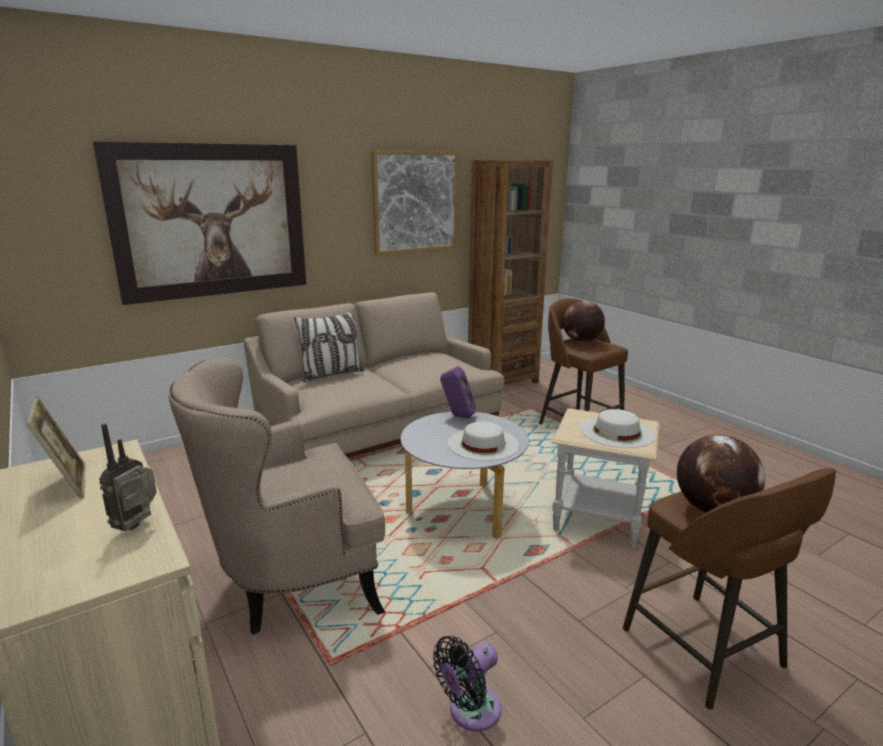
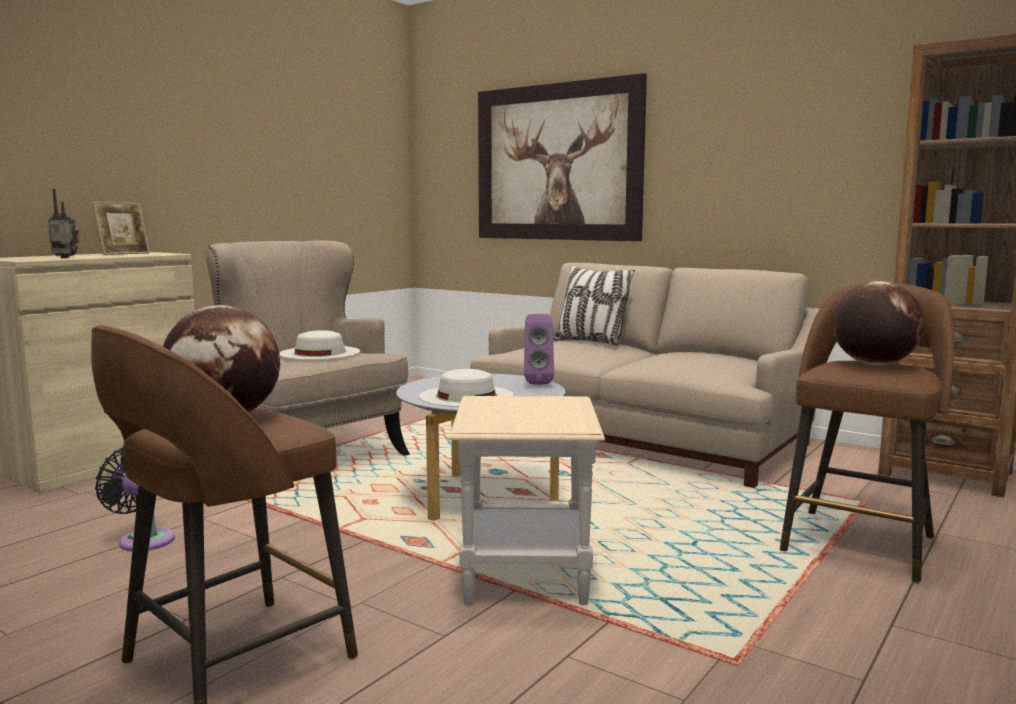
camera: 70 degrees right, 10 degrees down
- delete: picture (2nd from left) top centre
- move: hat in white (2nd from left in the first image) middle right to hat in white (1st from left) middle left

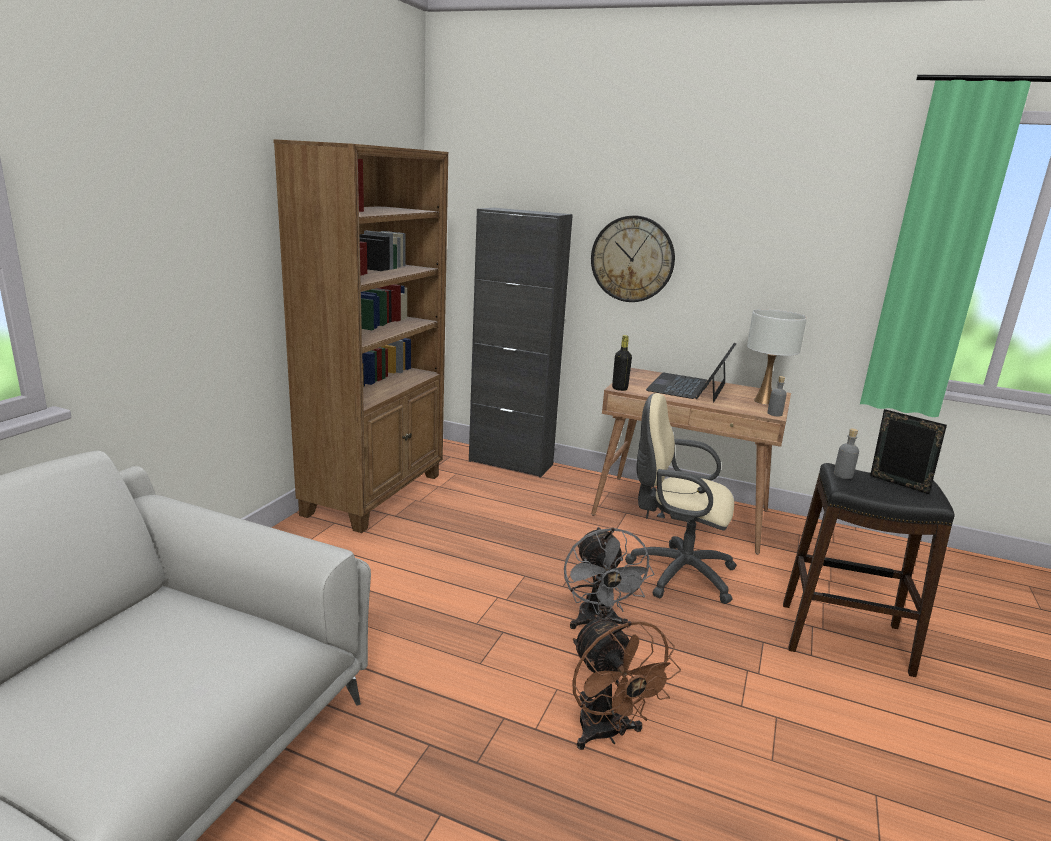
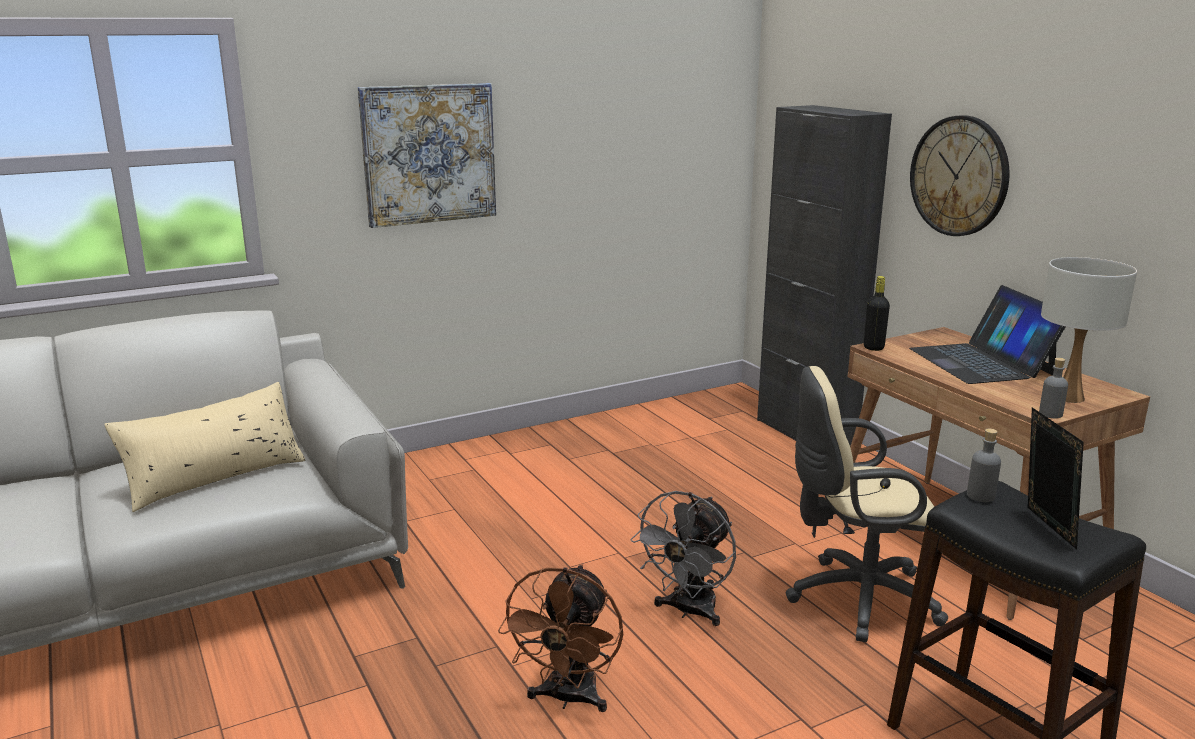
camera: 40 degrees right, 0 degrees up
- delete: bookcase in brown centre
- rotate: office chair in beige centre = bottom right 60 degrees counterclockwise
- rotate: laptop centre = middle right 75 degrees counterclockwise
- insert: pillow in beige middle left
- insert: picture top centre

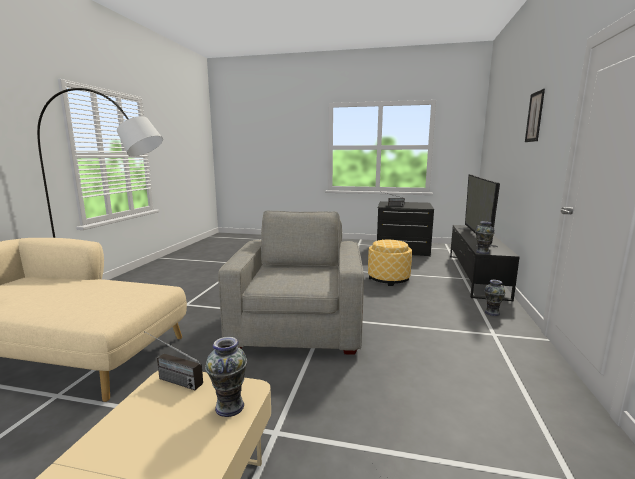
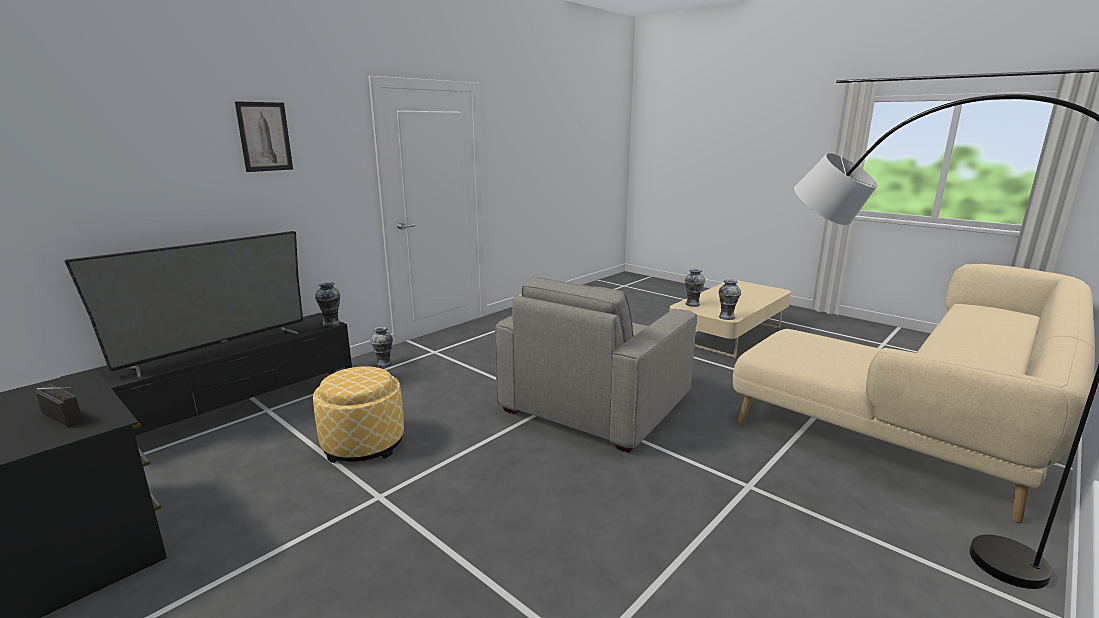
camera: 150 degrees left, 5 degrees up
- replace: radio (1st from left) bottom left to vase (4th from left) centre

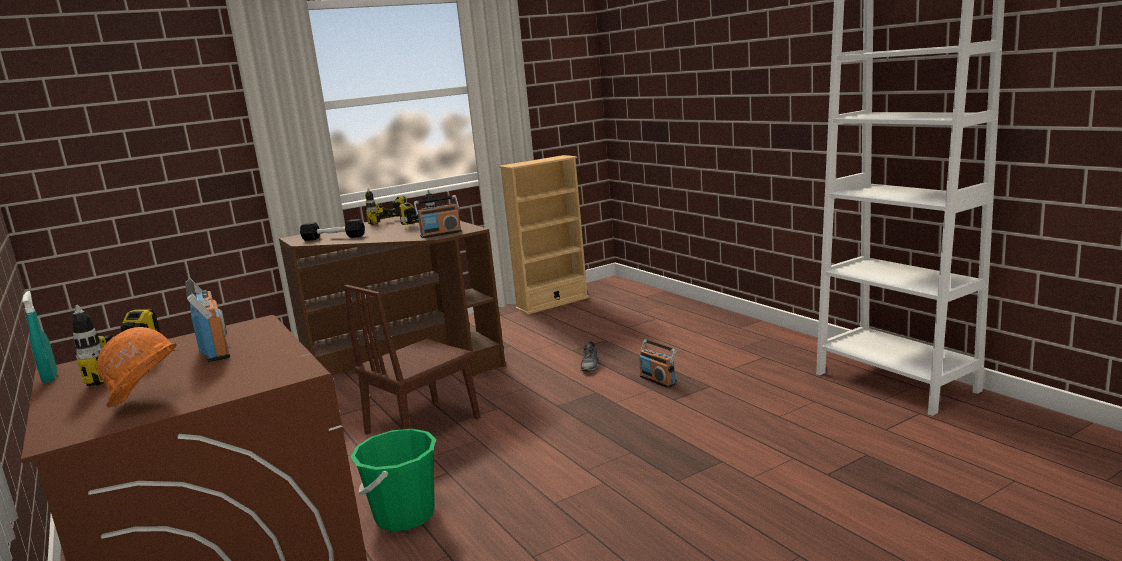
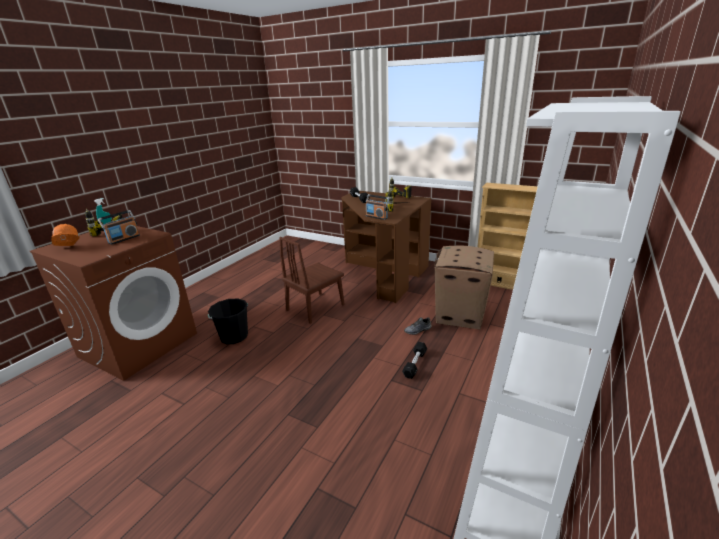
camera: 60 degrees right, 10 degrees up
- rotate: chair in brown centre = centre 60 degrees counterclockwise
- recolor: bucket in green bottom centre to bucket in black middle left
- replace: radio (3rd from left) centre to dumbbell in black (2nd from left) bottom centre
- insert: cardboard box centre

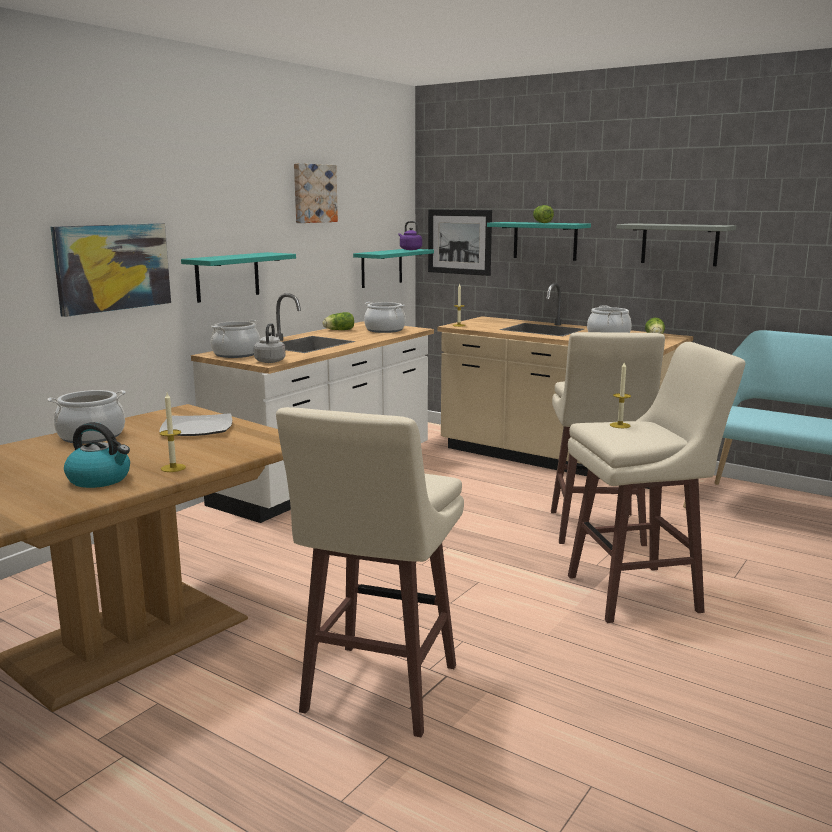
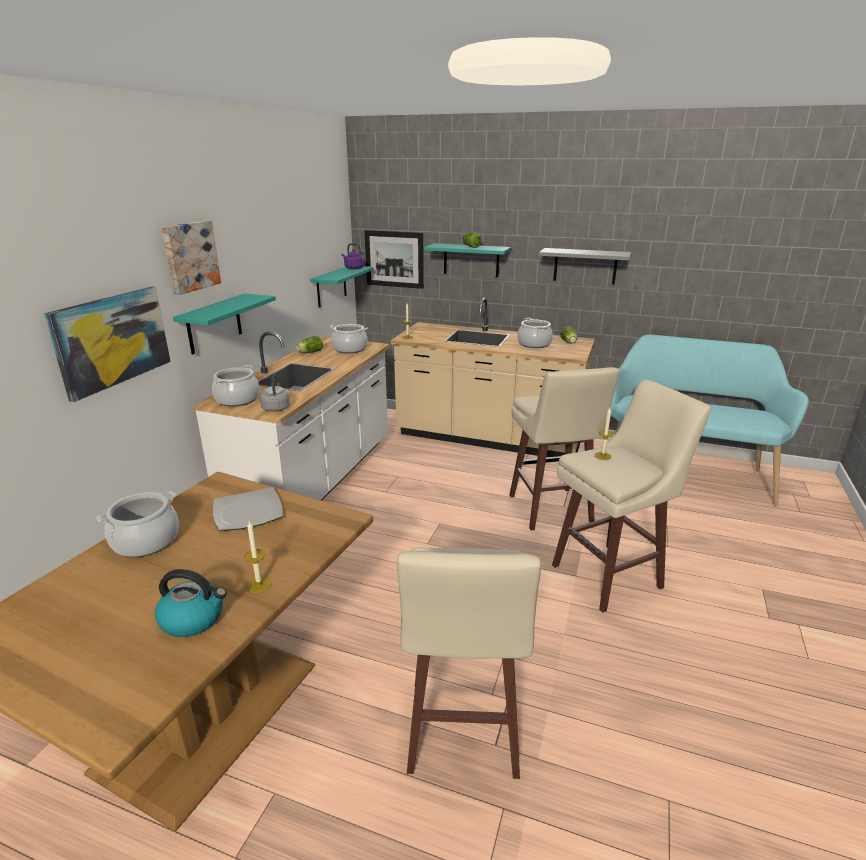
camera: 15 degrees left, 10 degrees up
- move: picture (2nd from left) top centre to top left

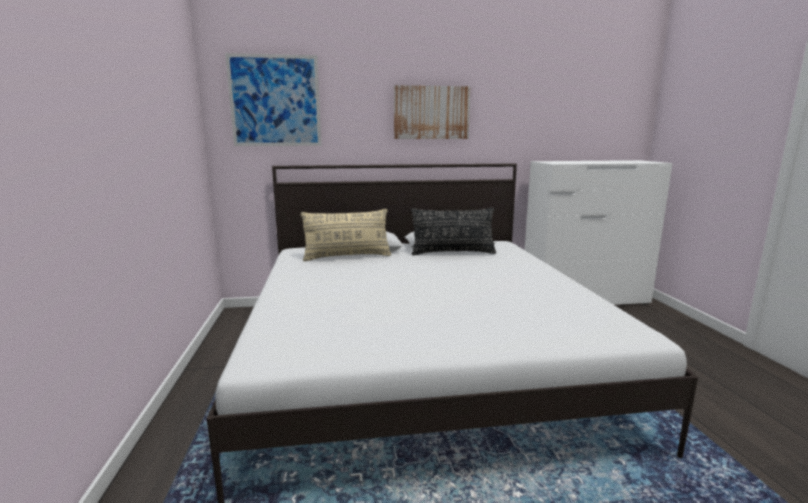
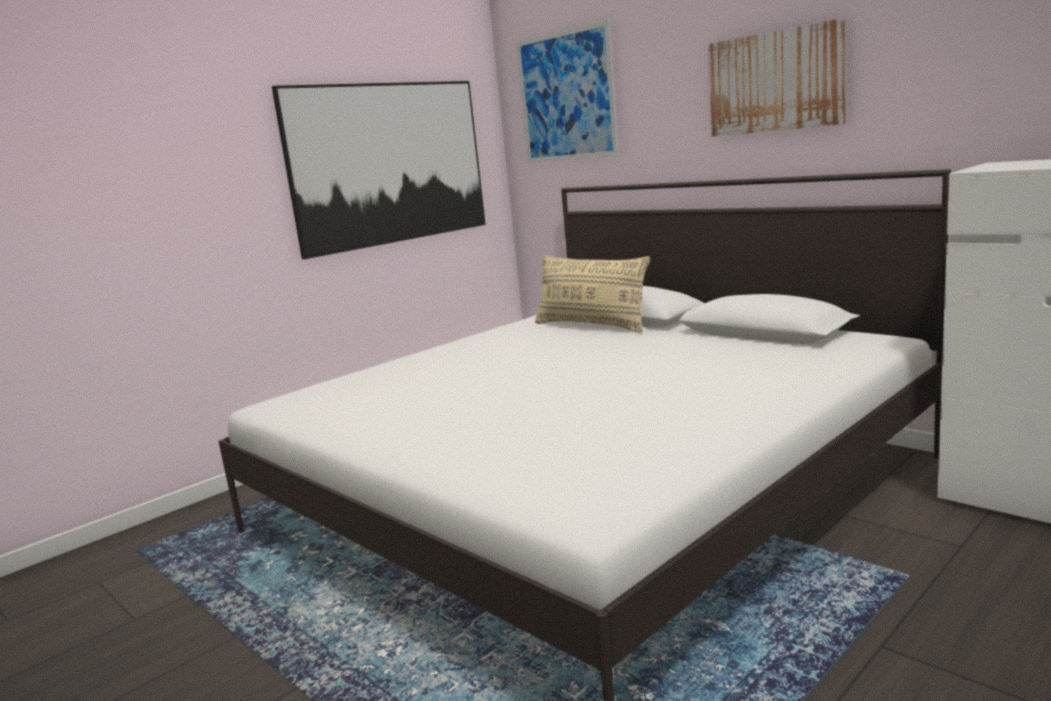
camera: 55 degrees right, 0 degrees up
- delete: pillow in black centre
- insert: picture (1st from left) top centre

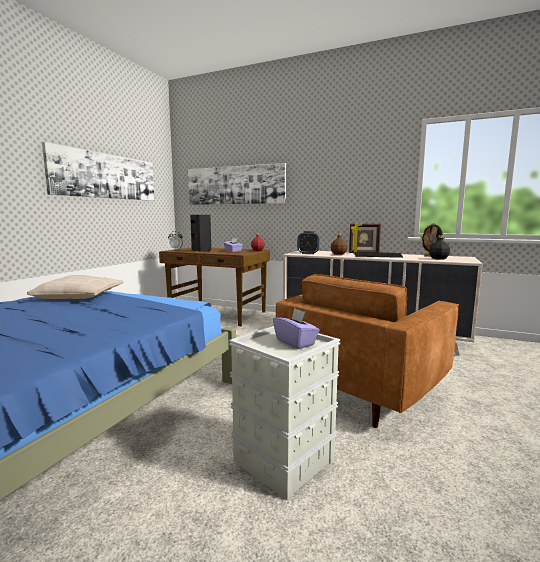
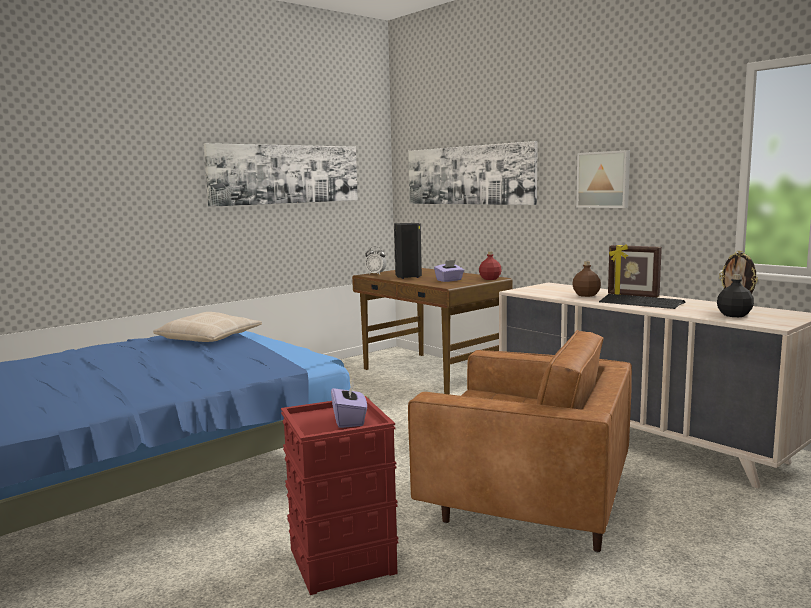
camera: 25 degrees right, 0 degrees up
- recolor: storage box in grey bottom centre to storage box in red bottom centre
- rotate: armchair in brown middle right = bottom centre 135 degrees counterclockwise
- delete: alarm clock (2nd from left) centre
- insert: picture (3rd from left) top right

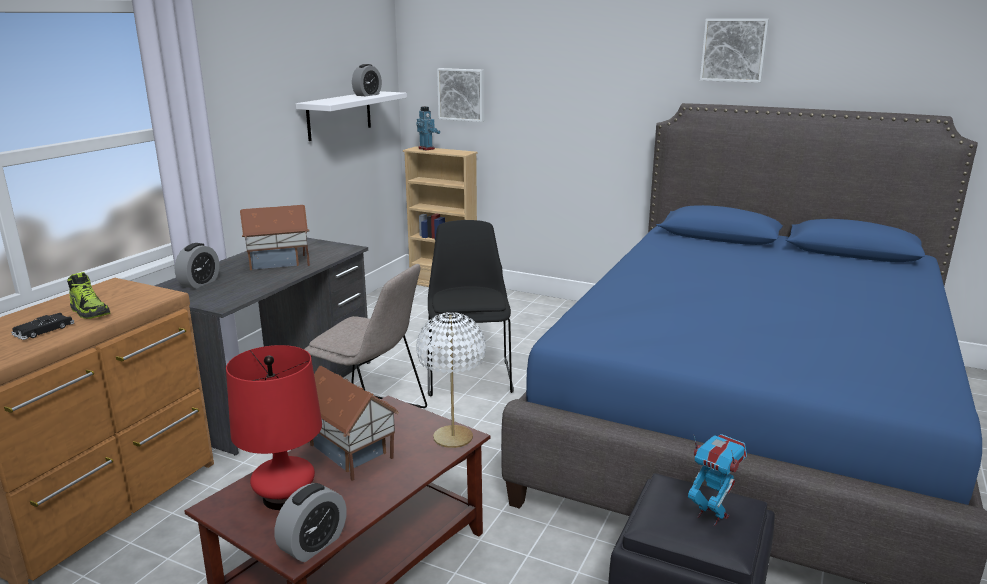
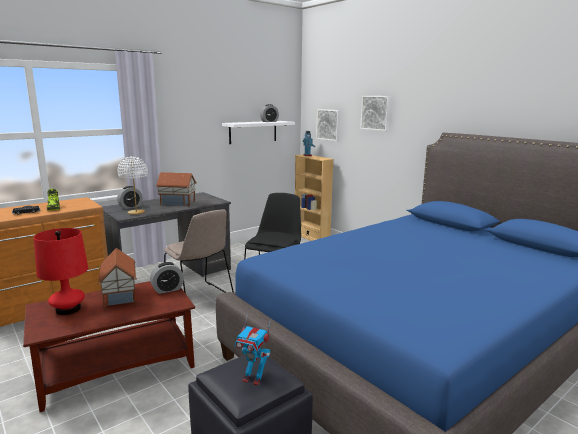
camera: 25 degrees right, 5 degrees down
- move: alarm clock (2nd from left) bottom left to middle left
- move: table lamp in white centre to middle left
- rotate: toy robot (2nd from left in the first image) bottom right = bottom centre 135 degrees clockwise
- move: picture (2nd from left) top right to top centre

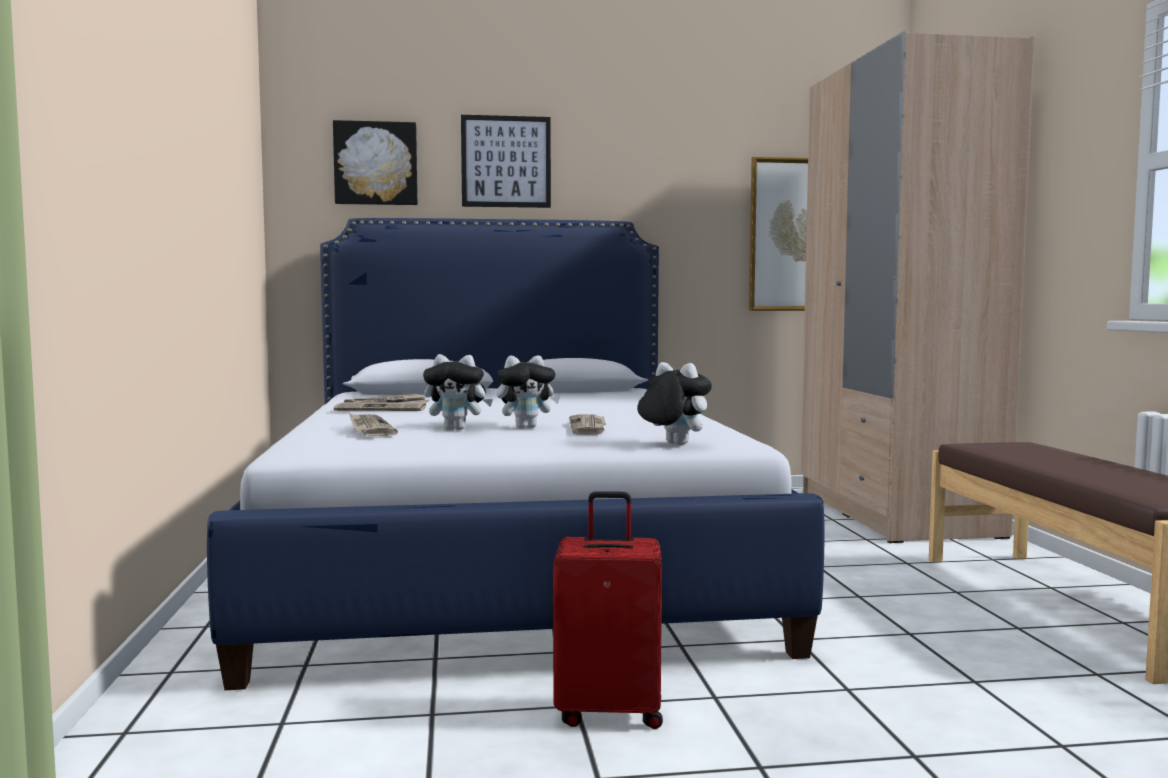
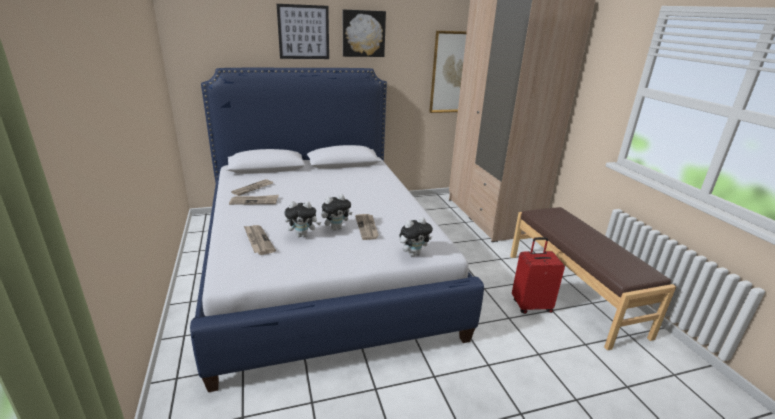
camera: 10 degrees left, 20 degrees up
- move: picture (1st from left in the first image) top left to picture (2nd from left) top centre
- move: suitcase in red bottom centre to middle right
- rotate: plush toy (3rd from left) centre = centre 120 degrees clockwise

